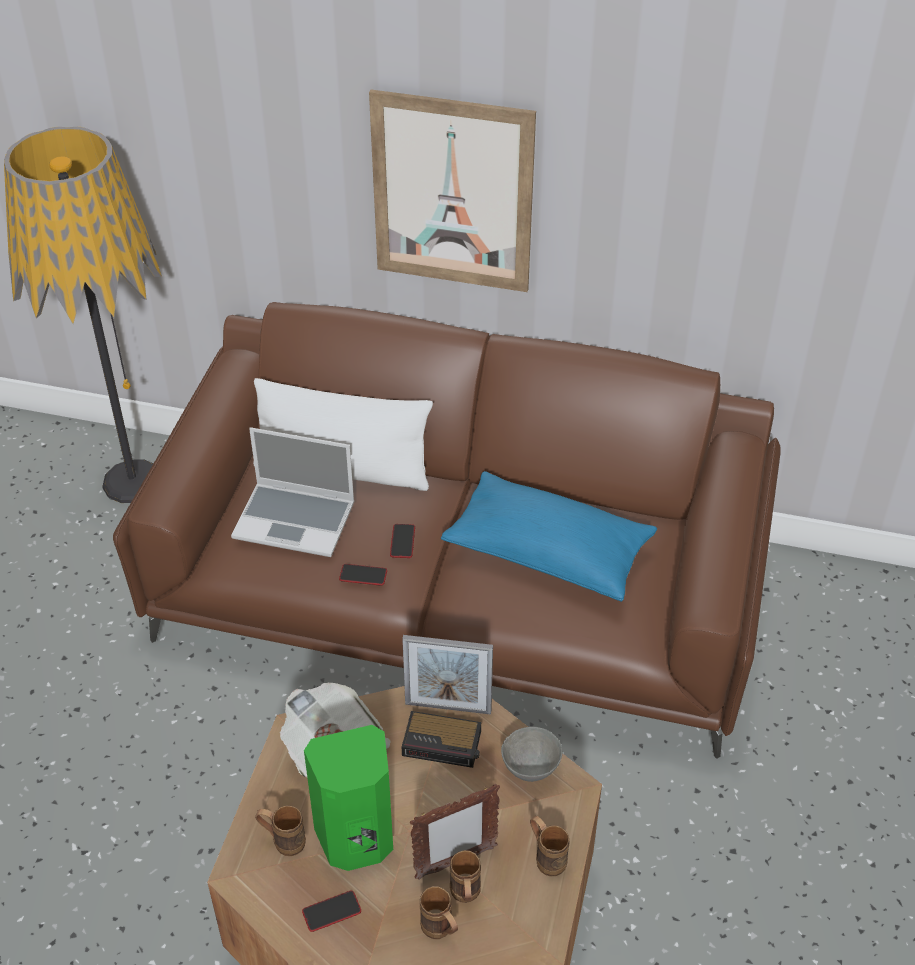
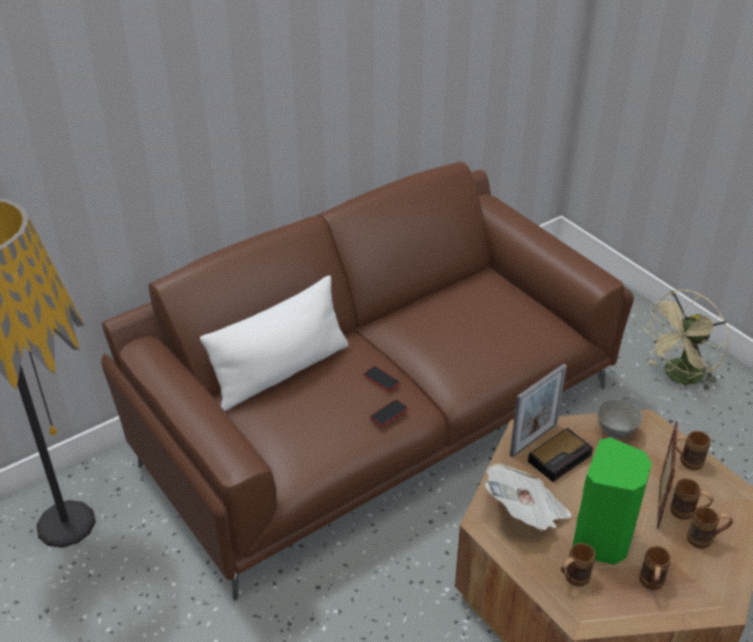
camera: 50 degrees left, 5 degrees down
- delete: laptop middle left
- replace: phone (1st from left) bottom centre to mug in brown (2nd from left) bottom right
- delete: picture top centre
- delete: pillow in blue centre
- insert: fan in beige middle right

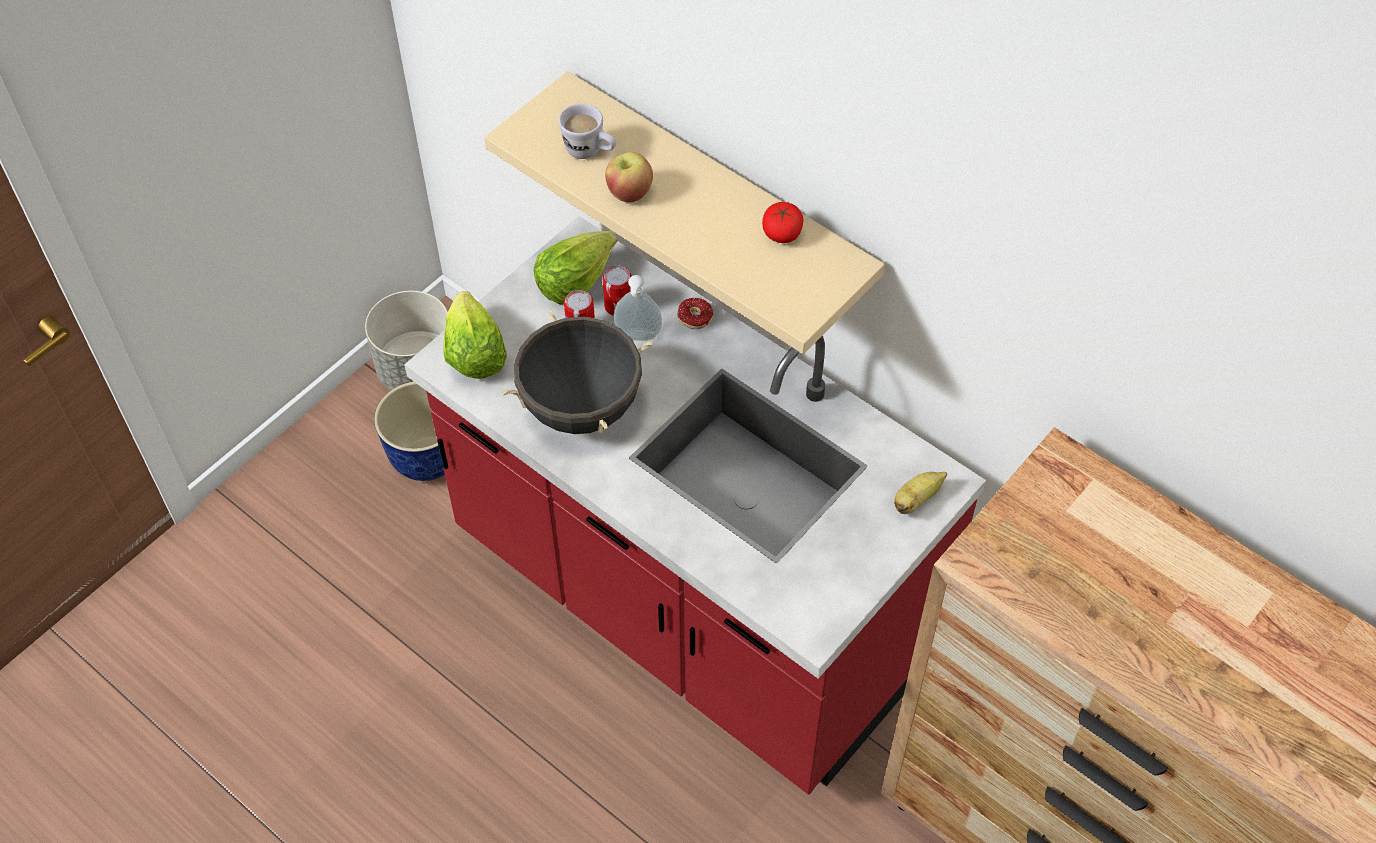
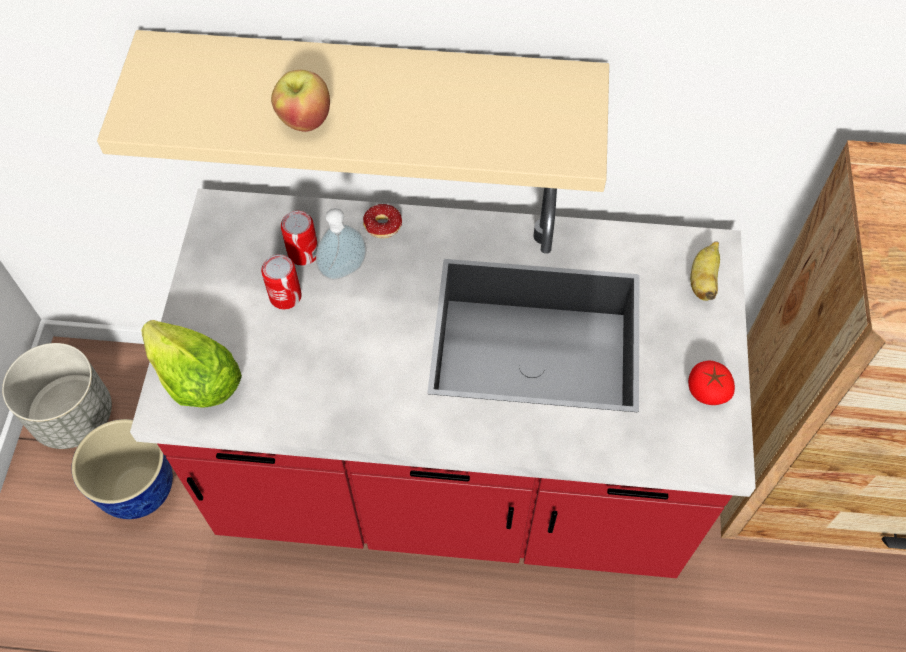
camera: 35 degrees left, 5 degrees up
- delete: cooking pot in black centre
- delete: lettuce (2nd from left) top centre
- delete: mug in white top centre
- move: tomato top centre to middle right

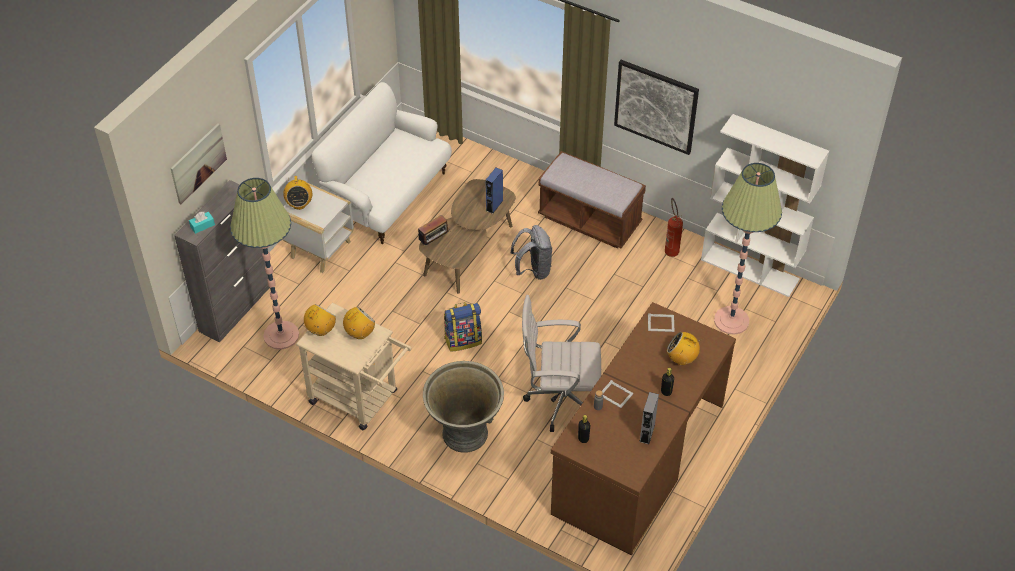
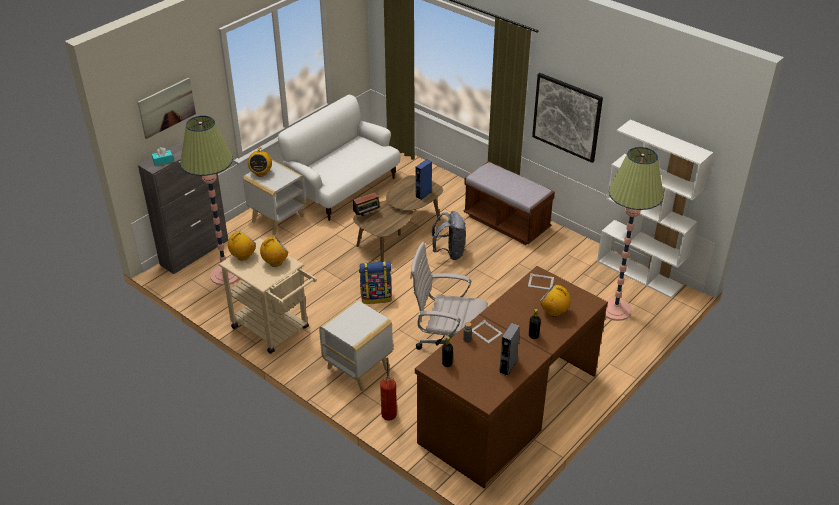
camera: 10 degrees right, 10 degrees down
- replace: planter in grey bottom centre to side table in white (2nd from left) bottom centre
- move: fire extinguisher centre to bottom centre

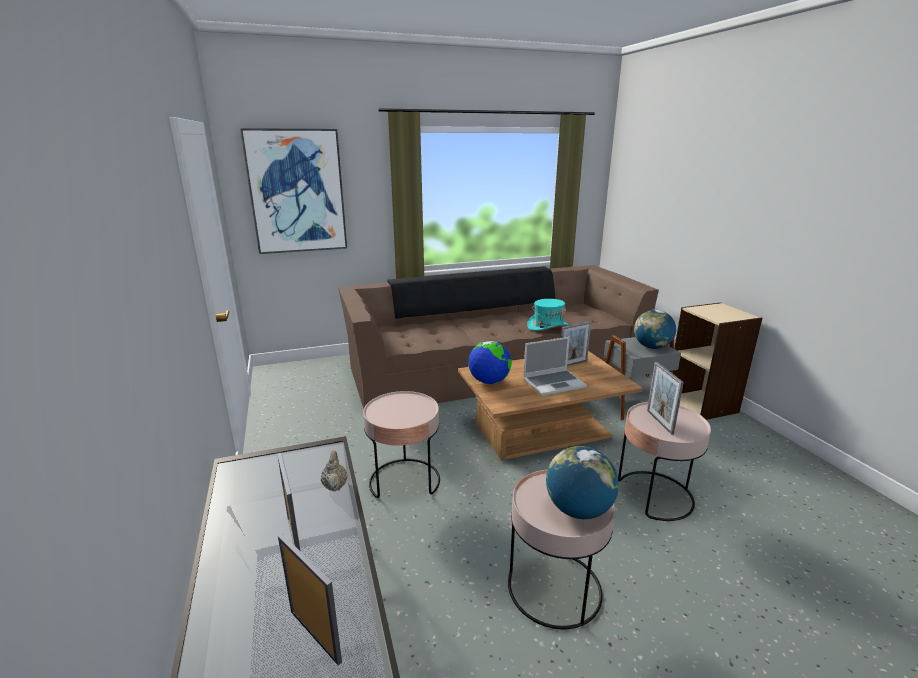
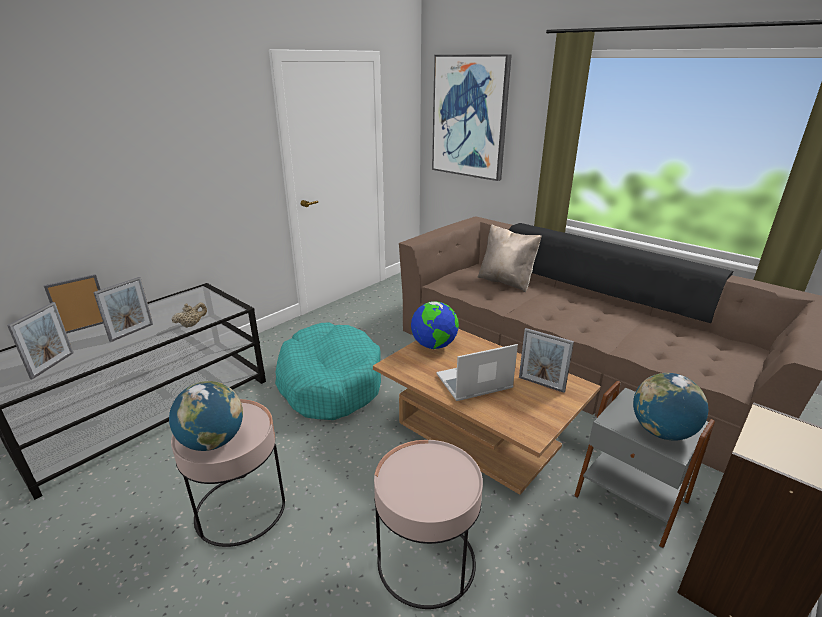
camera: 60 degrees right, 5 degrees up
- replace: side table in pink (1st from left) centre to dog bed in turquoise centre
- rotate: laptop centre = centre 120 degrees clockwise
- delete: hat in turquoise centre
- move: picture frame (4th from left in the first image) middle right to picture frame (2nd from left) middle left
- insert: pillow in beige centre

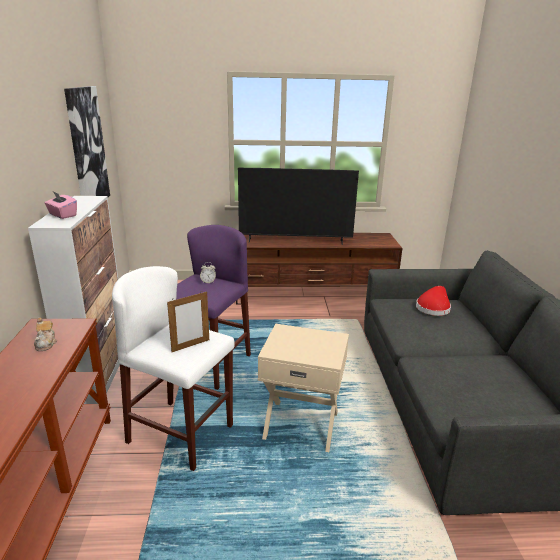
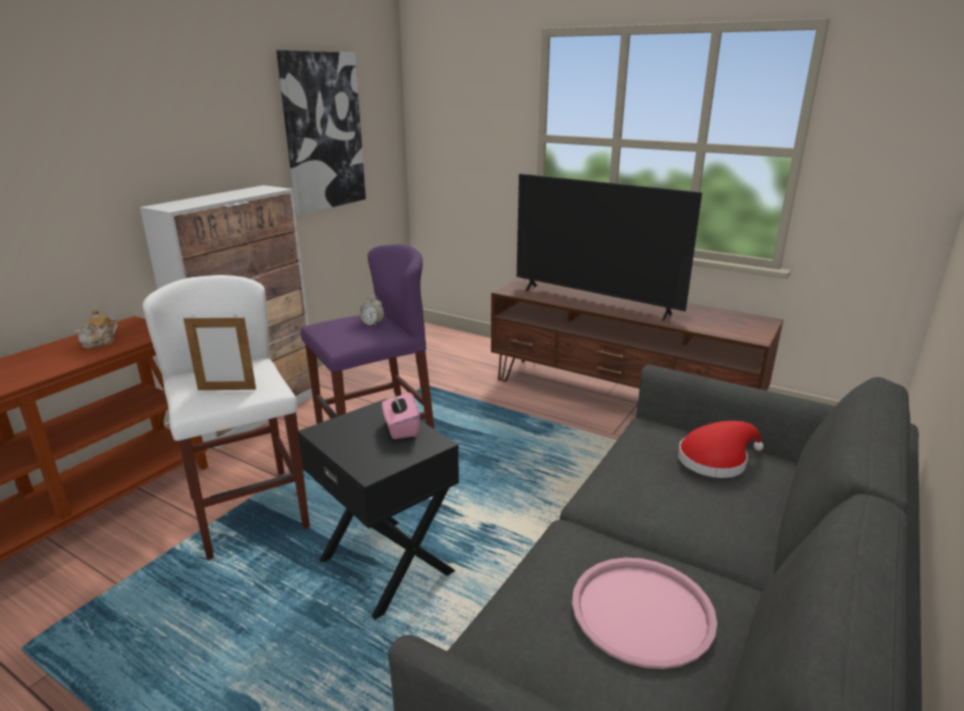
camera: 35 degrees right, 0 degrees up
- move: tissue box in pink middle left to centre
- recolor: side table in beige bottom centre to side table in black bottom centre
- insert: tray in pink bottom right

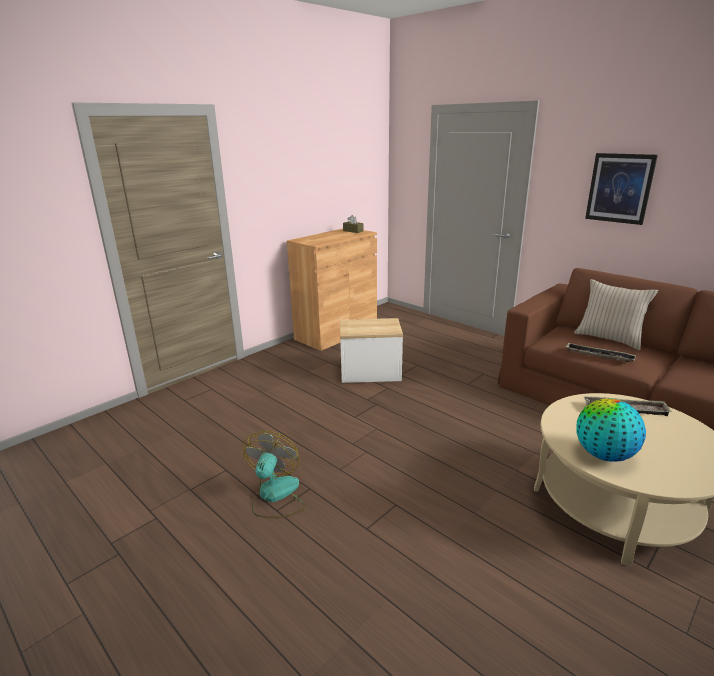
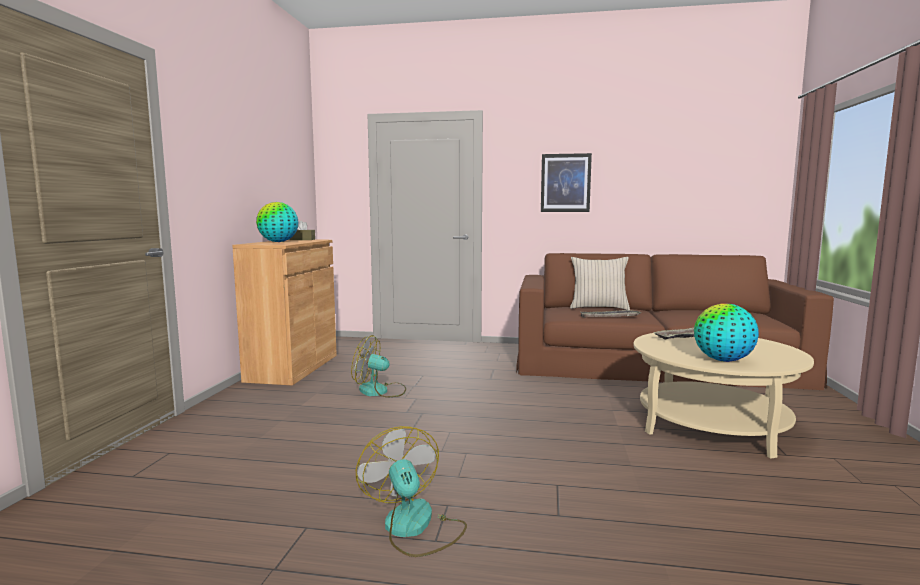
camera: 35 degrees left, 15 degrees down
- replace: side table centre to fan (1st from left) centre
- insert: globe (1st from left) middle left

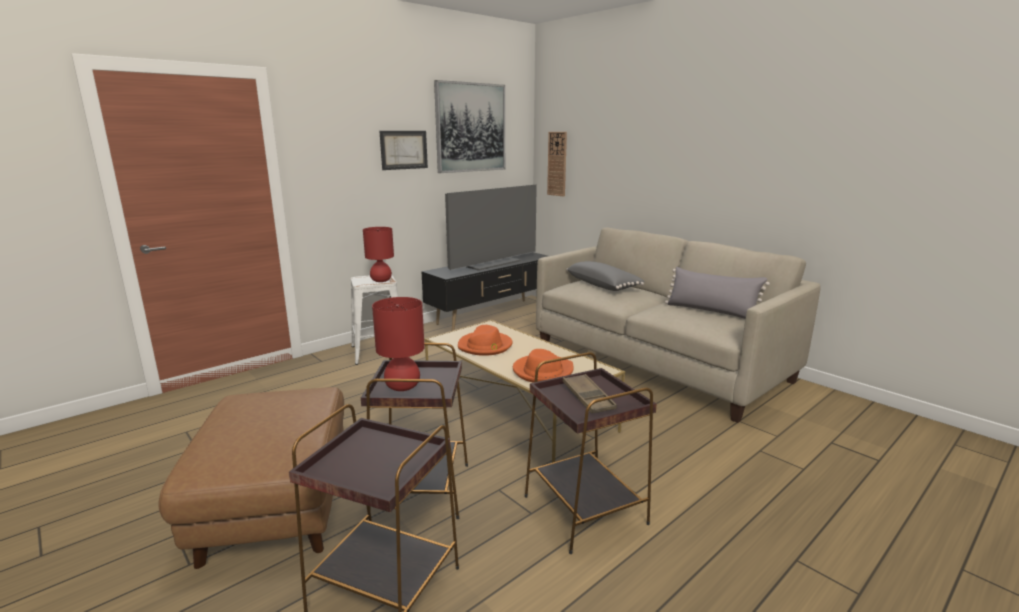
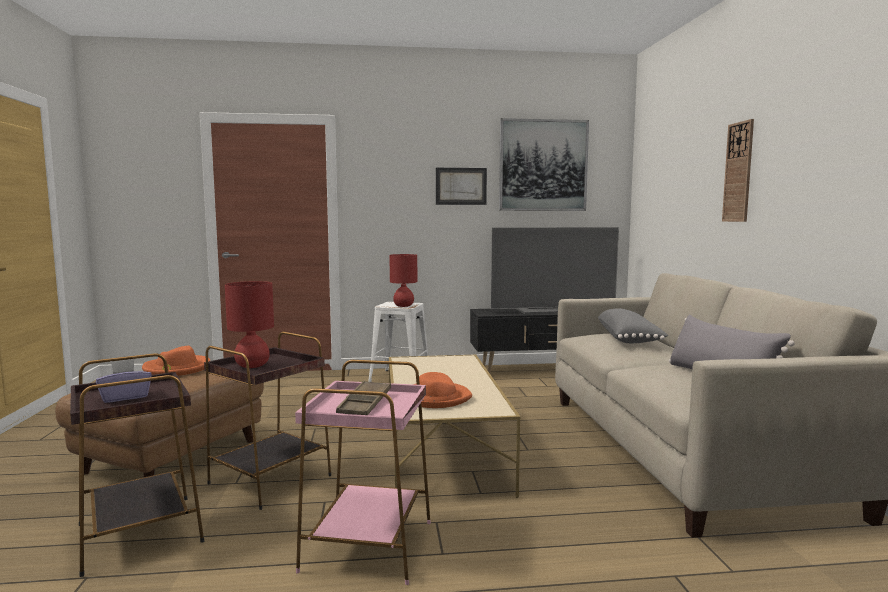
camera: 35 degrees right, 10 degrees down
- move: hat in orange (1st from left) centre to middle left
- recolor: side table in brown (3rd from left) bottom centre to side table in pink bottom centre
- move: wall clock top centre to top right
- insert: tissue box in purple middle left

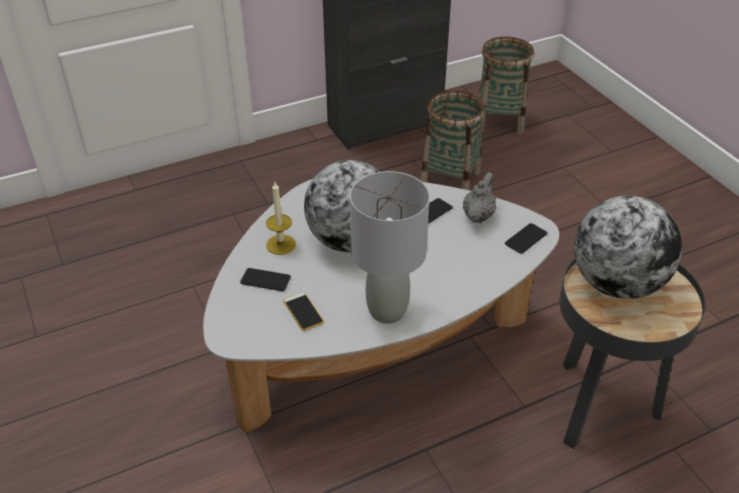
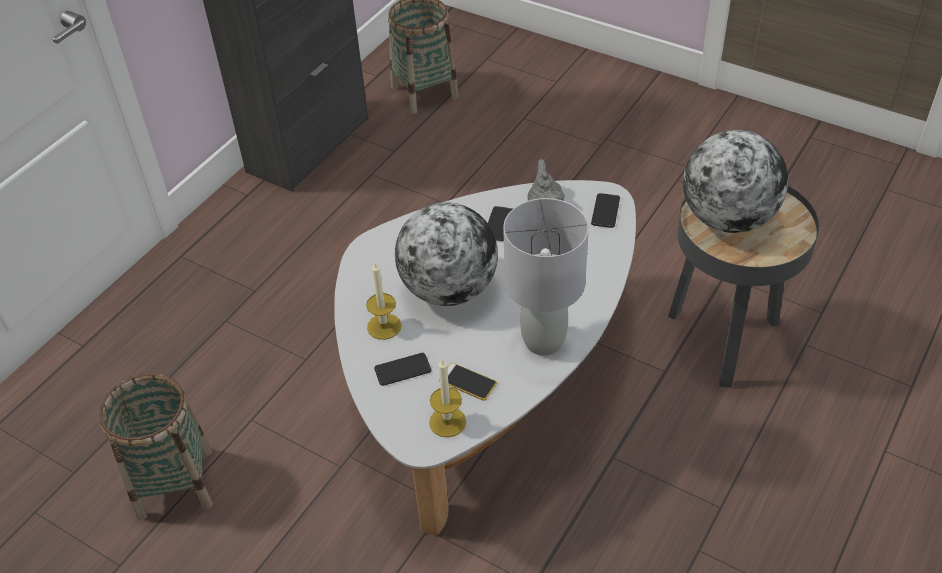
camera: 30 degrees left, 5 degrees up
- move: basket (1st from left) top centre to bottom left
- insert: candle (2nd from left) bottom centre

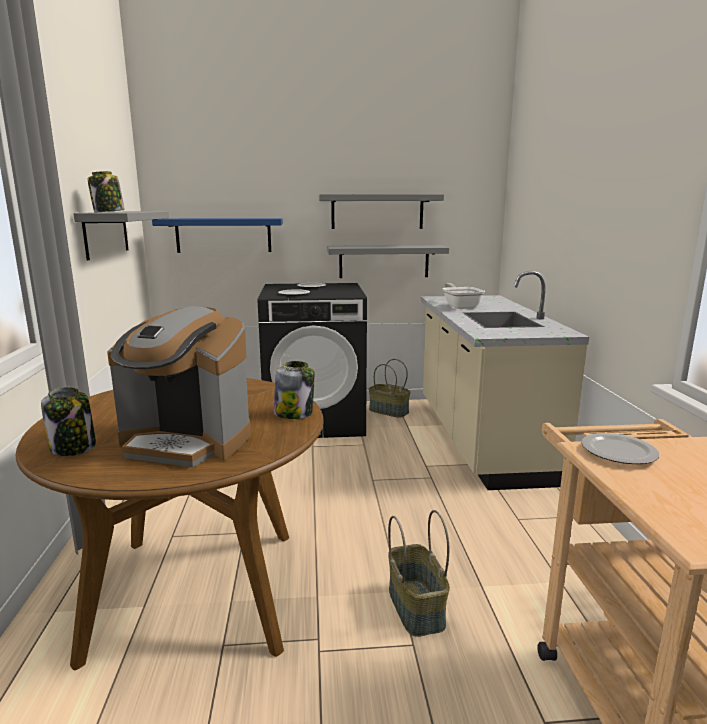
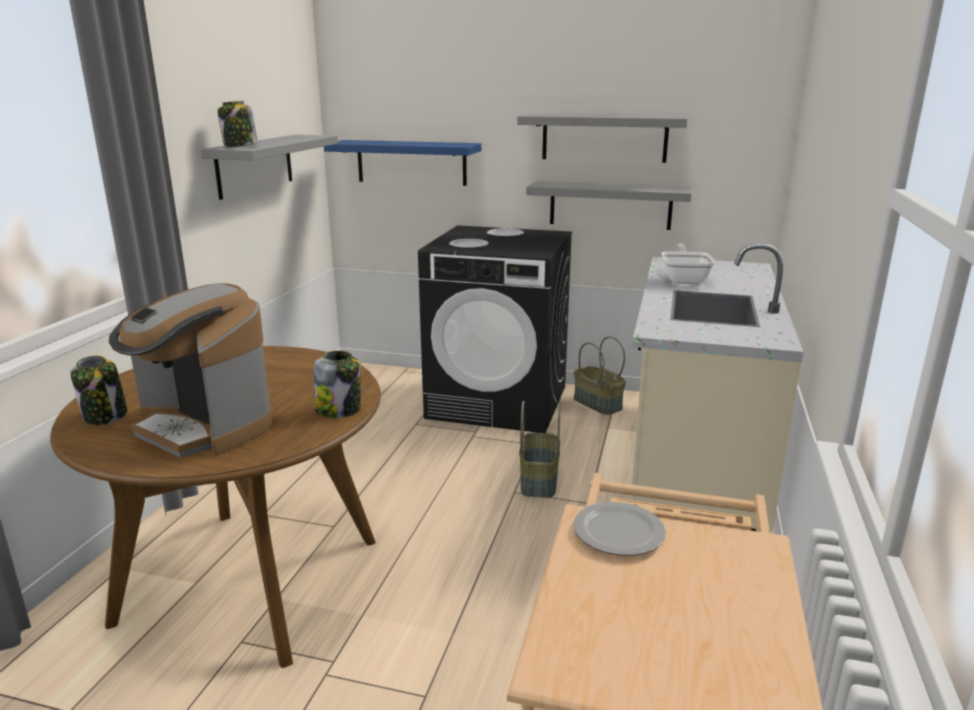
camera: 20 degrees right, 5 degrees up
- move: basket (2nd from left in the first image) bottom centre to basket (1st from left) centre

